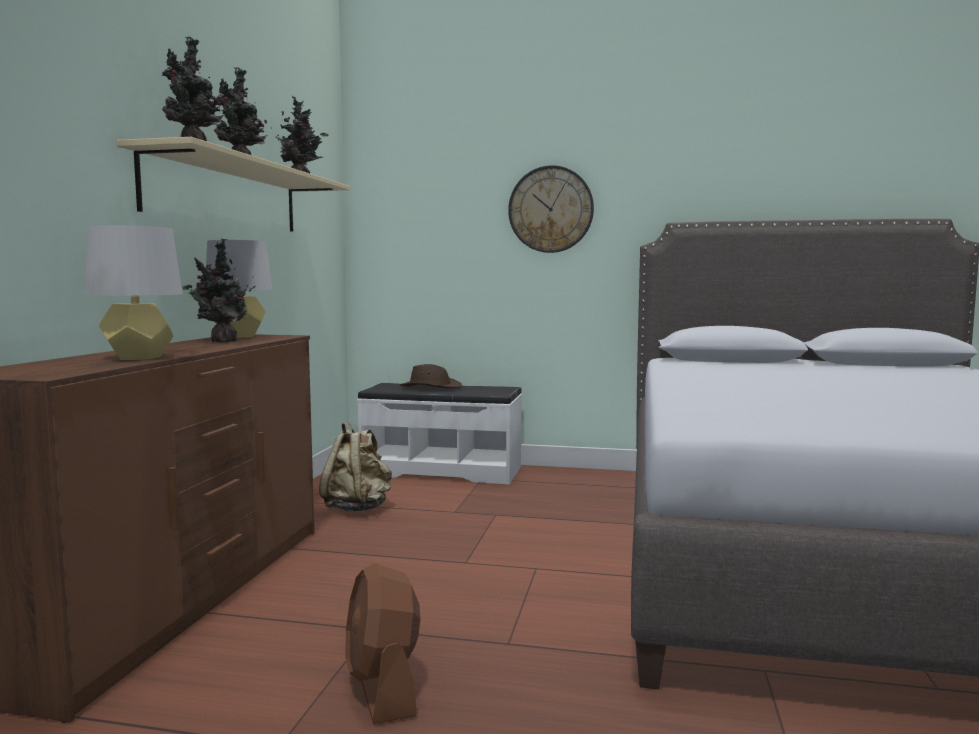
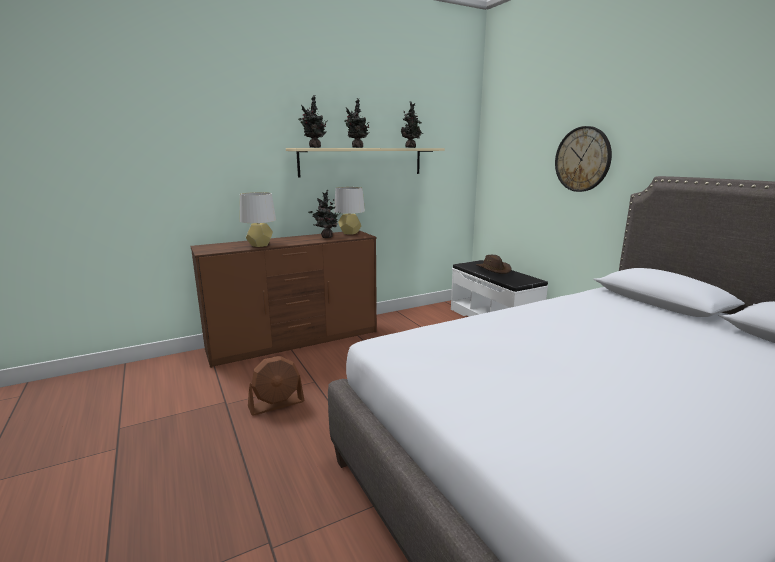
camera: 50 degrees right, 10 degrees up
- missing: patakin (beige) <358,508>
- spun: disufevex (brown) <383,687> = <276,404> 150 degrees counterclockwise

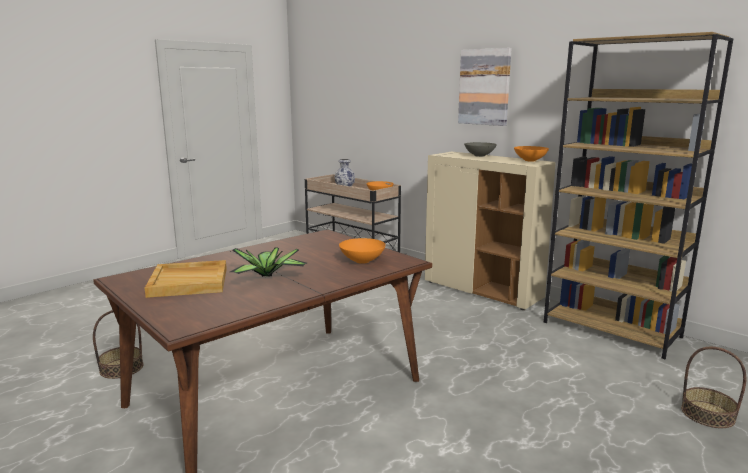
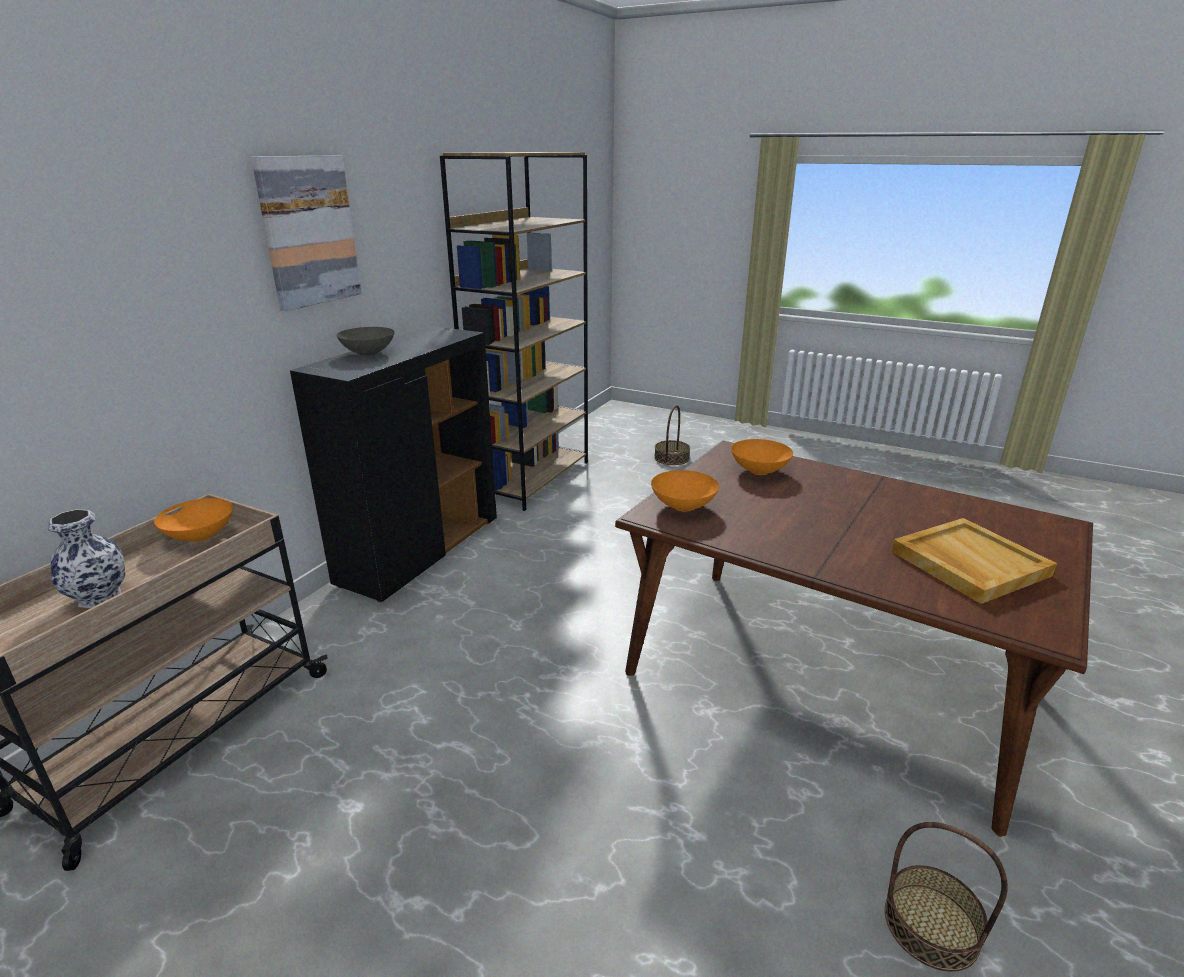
camera: 105 degrees left, 10 degrees up
- missing: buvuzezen <268,276>
- colour: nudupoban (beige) <483,290> to nudupoban (black) <420,551>
- relocated: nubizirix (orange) <530,160> to <682,506>

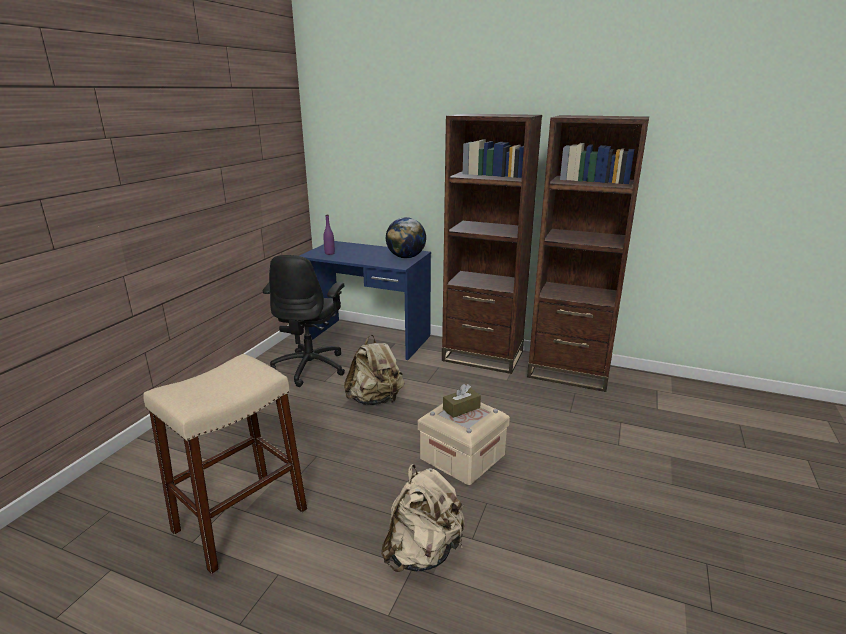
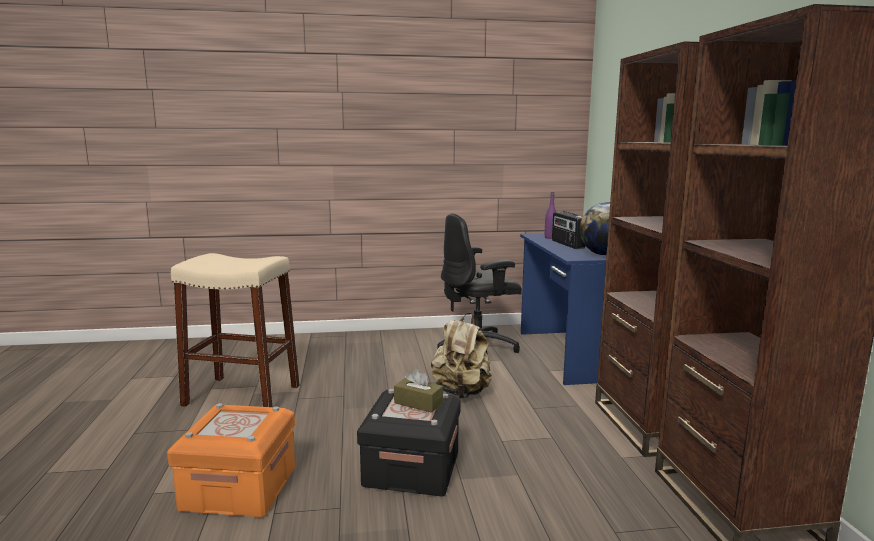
camera: 60 degrees right, 10 degrees down
- exchanged: patakin (beige) <423,552> to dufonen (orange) <239,488>
- colour: dufonen (beige) <462,457> to dufonen (black) <412,469>
- appeared: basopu <567,244>

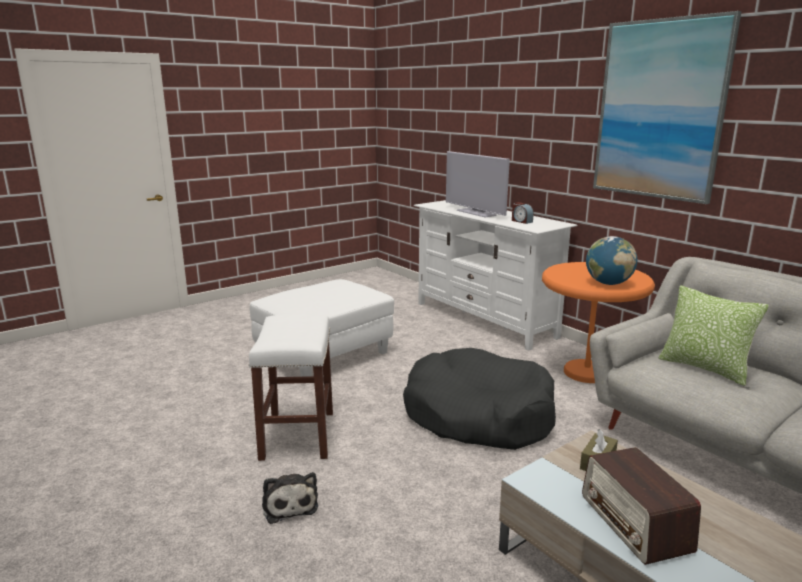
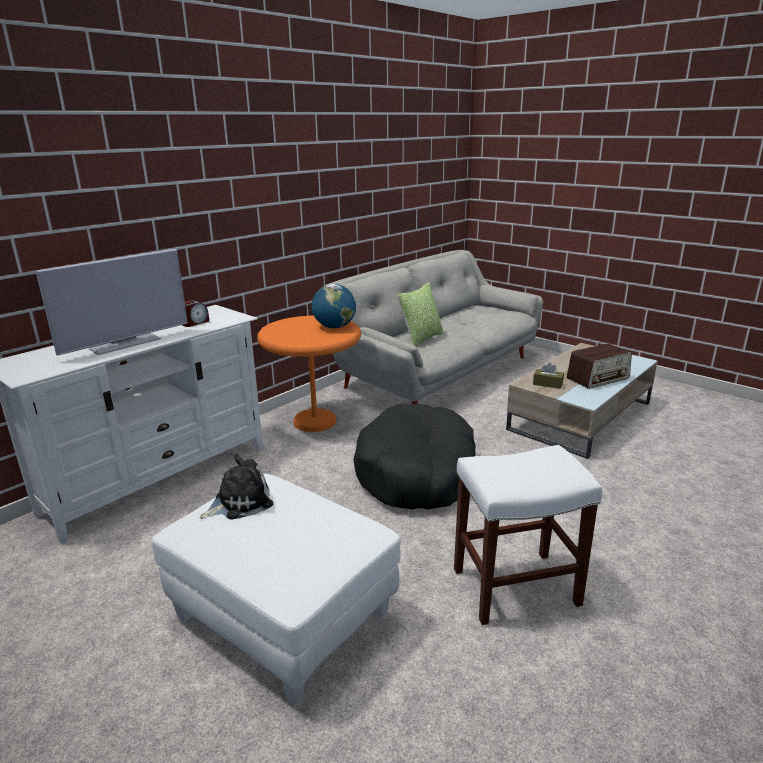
camera: 100 degrees left, 5 degrees up
- relocated: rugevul <289,504> to <240,502>
- missing: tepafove <659,110>

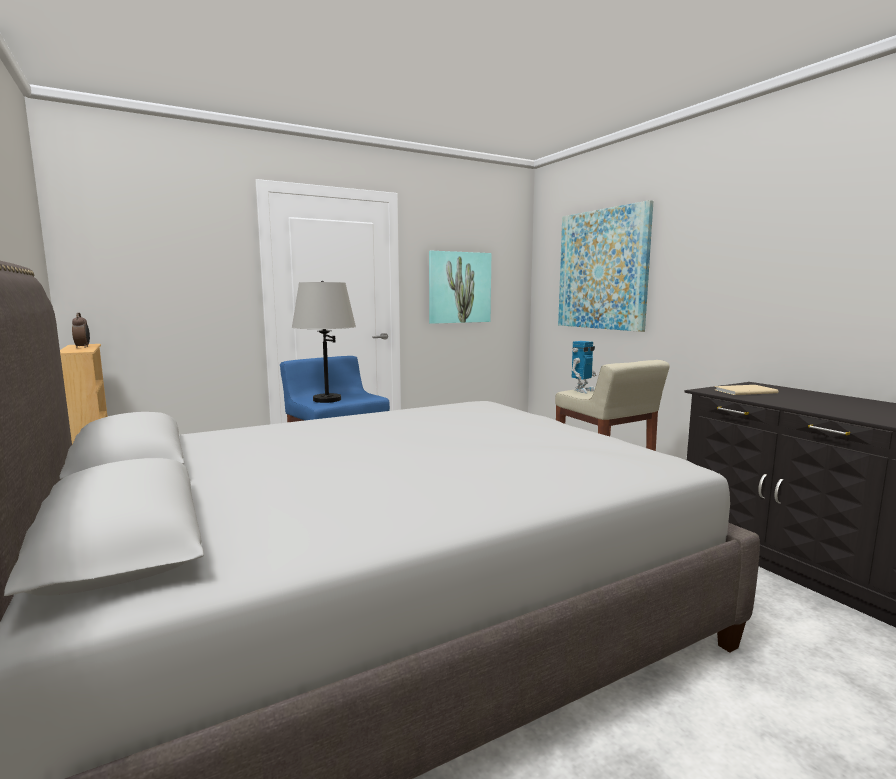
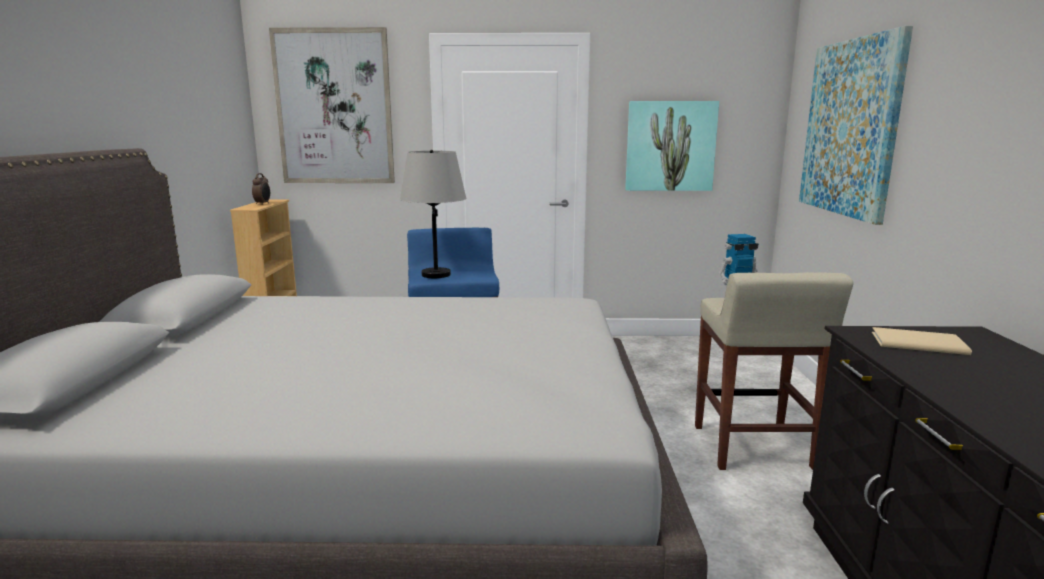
camera: 30 degrees right, 5 degrees up
- appeared: tepafove <334,107>

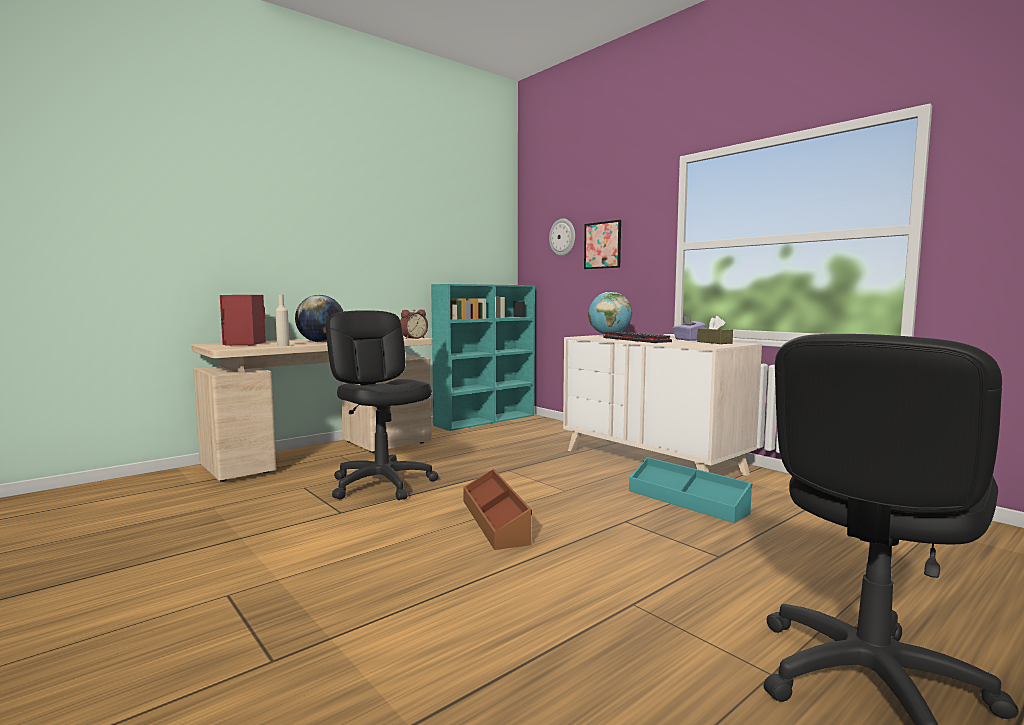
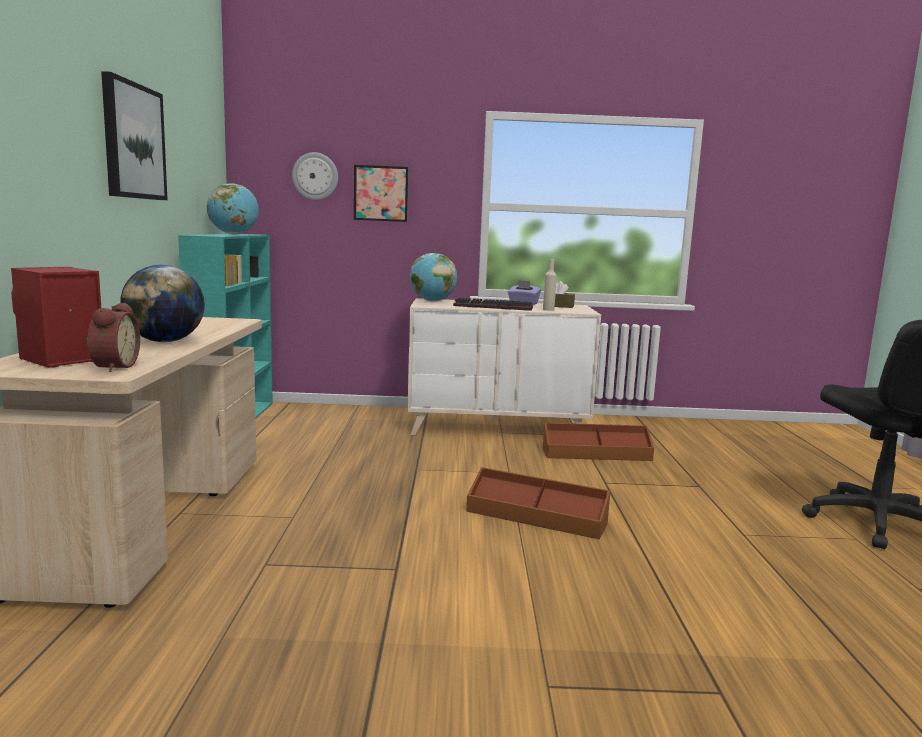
camera: 50 degrees left, 5 degrees up
- relocated: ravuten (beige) <283,345> to <548,310>
- missing: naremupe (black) <382,484>
- relocated: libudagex <413,338> to <112,367>
- colour: dufonen (turquoise) <687,501> to dufonen (brown) <596,454>
- appeared: tepafove <133,141>
- appeared: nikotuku <234,234>

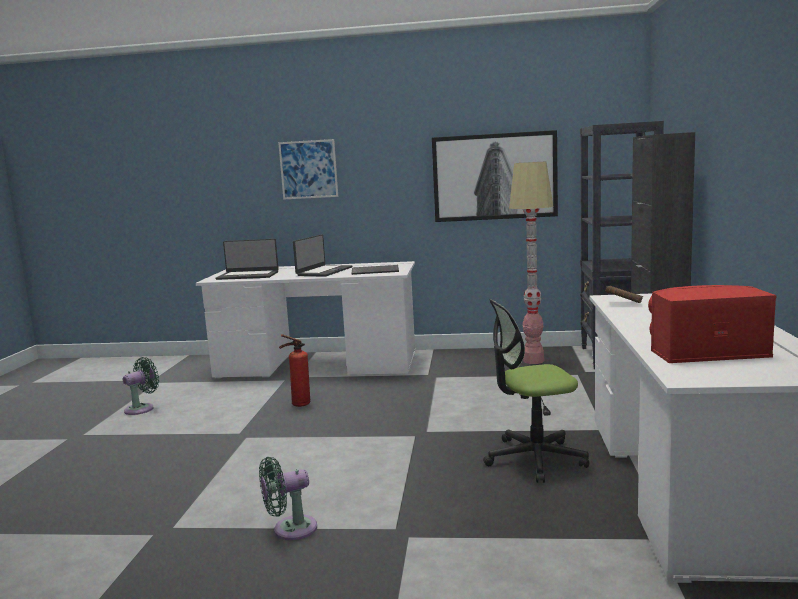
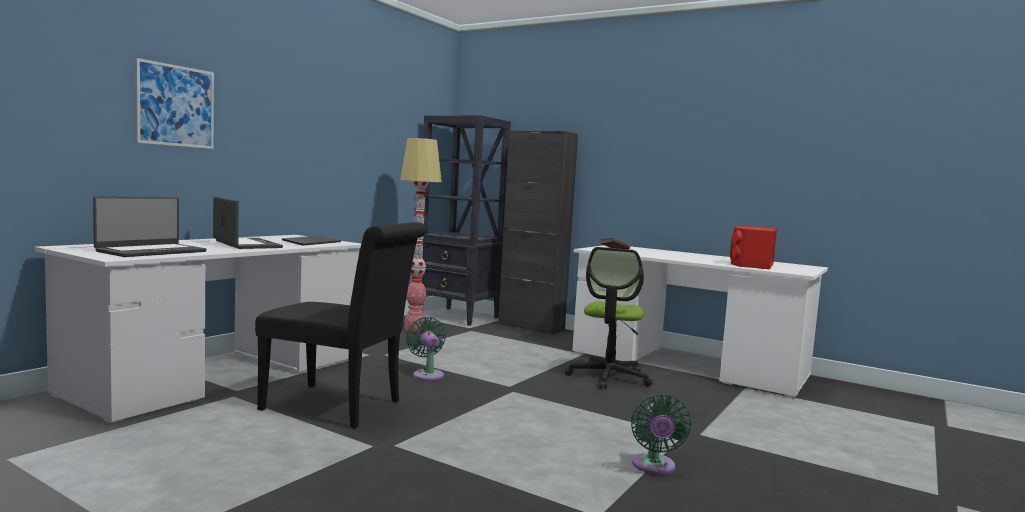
camera: 65 degrees left, 5 degrees down
- relocated: disufevex (green) <142,408> to <427,374>
- exchanged: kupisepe <298,405> to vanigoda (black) <339,407>
- missing: tepafove <494,176>

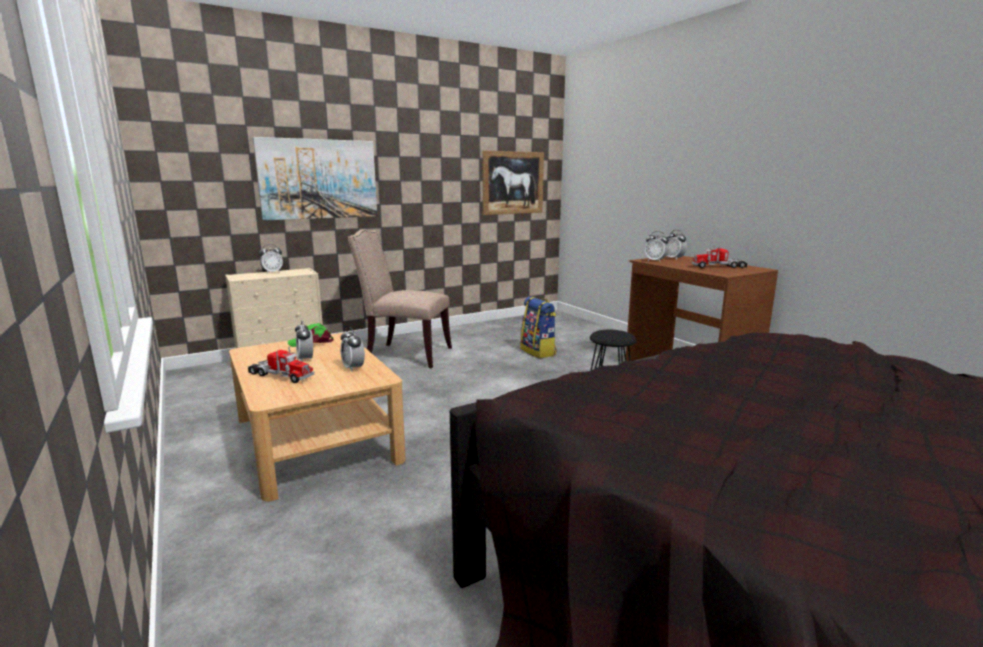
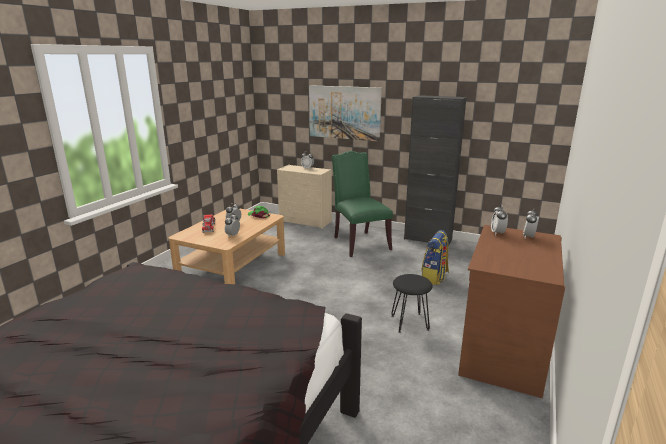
camera: 55 degrees right, 5 degrees up
- colour: vanigoda (beige) <405,354> to vanigoda (green) <359,242>
- missing: tepafove <513,183>
- missing: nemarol <719,267>
- appeared: nudupoban (black) <428,239>

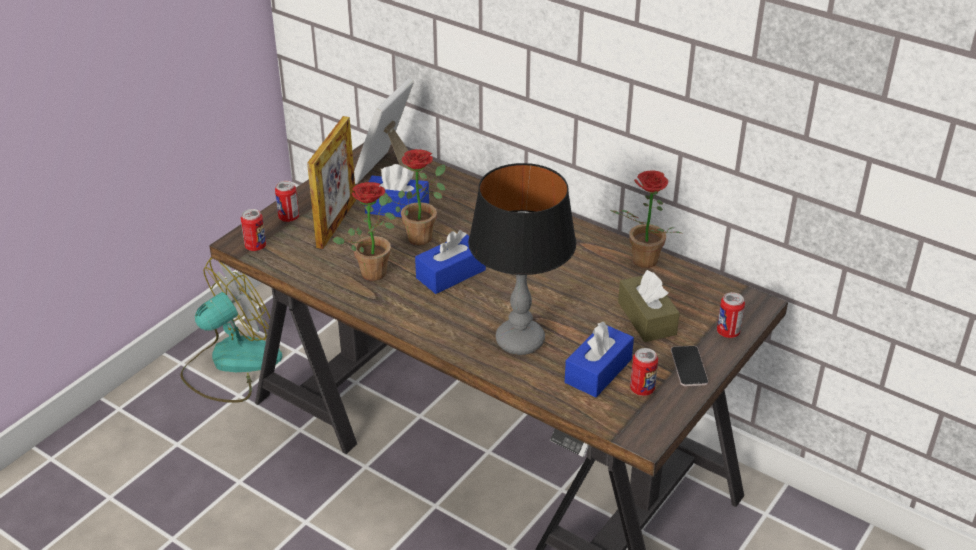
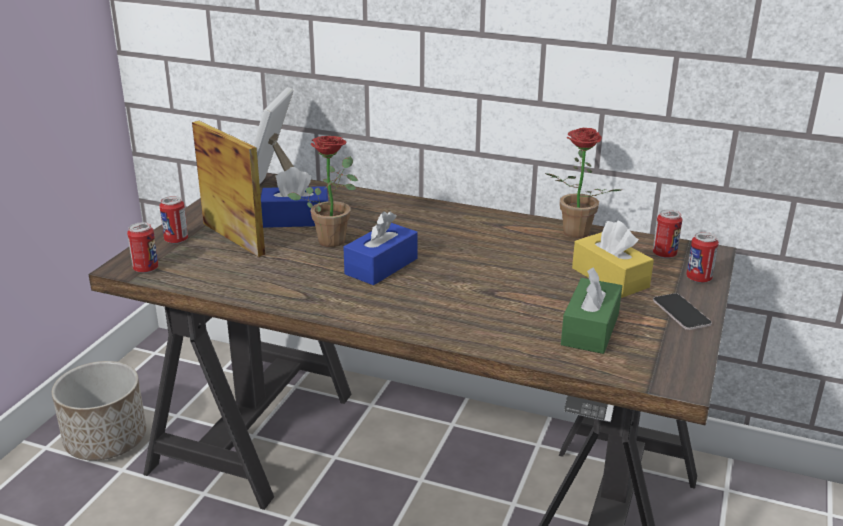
camera: 15 degrees left, 10 degrees down
- exchanged: disufevex <231,363> to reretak <105,439>
- spun: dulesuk <336,223> = <233,238> 45 degrees counterclockwise
- missing: buvuzezen <374,269>
- missing: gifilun <519,341>
- colour: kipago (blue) <598,371> to kipago (green) <590,329>
- colour: kipago (brown) <646,318> to kipago (yellow) <610,278>
- relocated: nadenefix <642,389> to <664,254>

